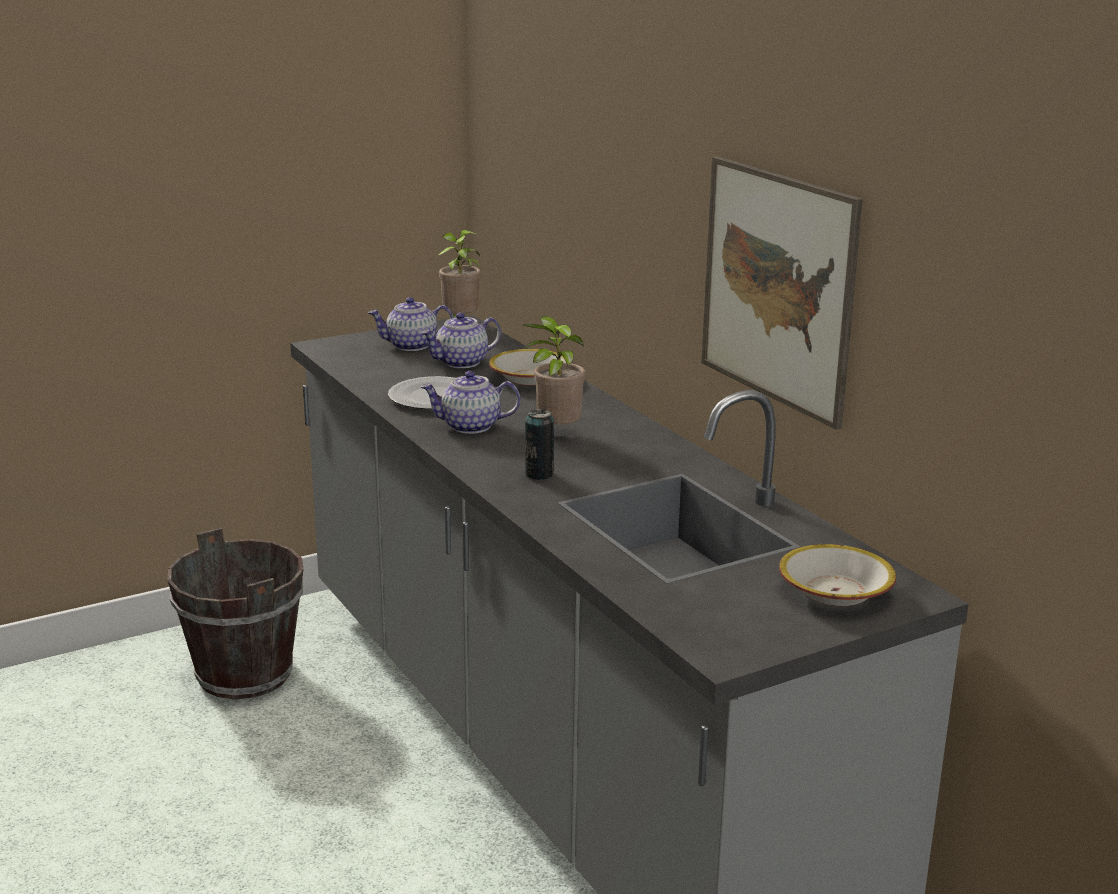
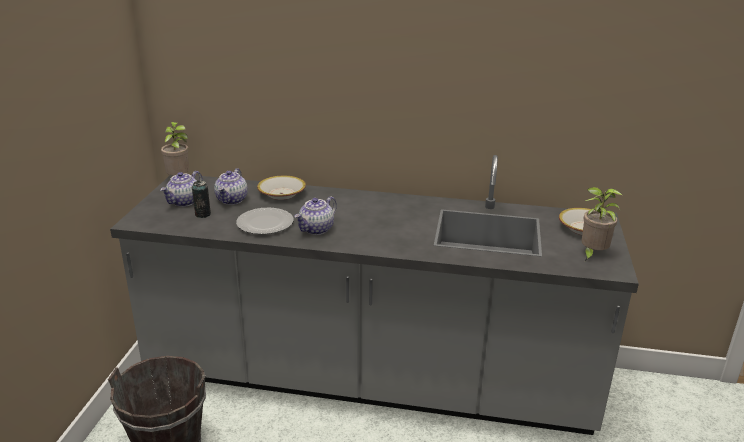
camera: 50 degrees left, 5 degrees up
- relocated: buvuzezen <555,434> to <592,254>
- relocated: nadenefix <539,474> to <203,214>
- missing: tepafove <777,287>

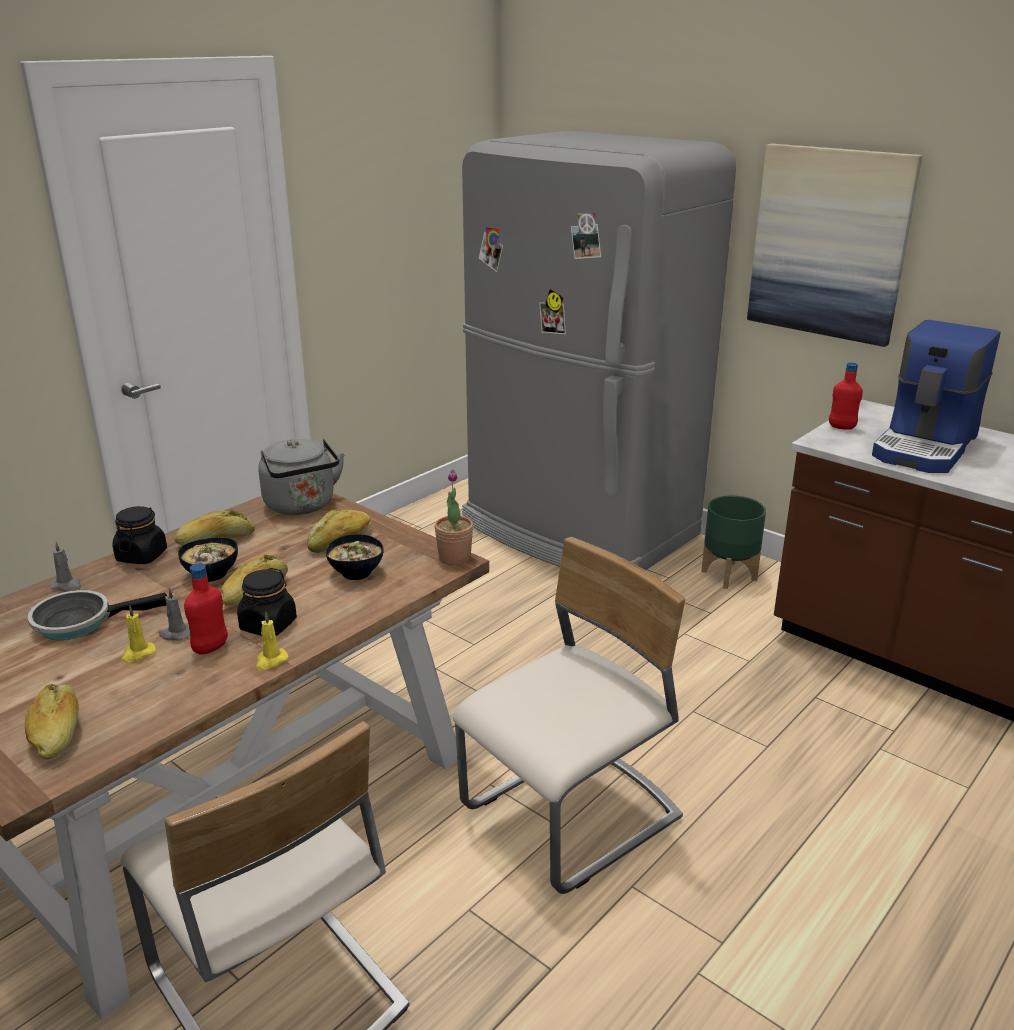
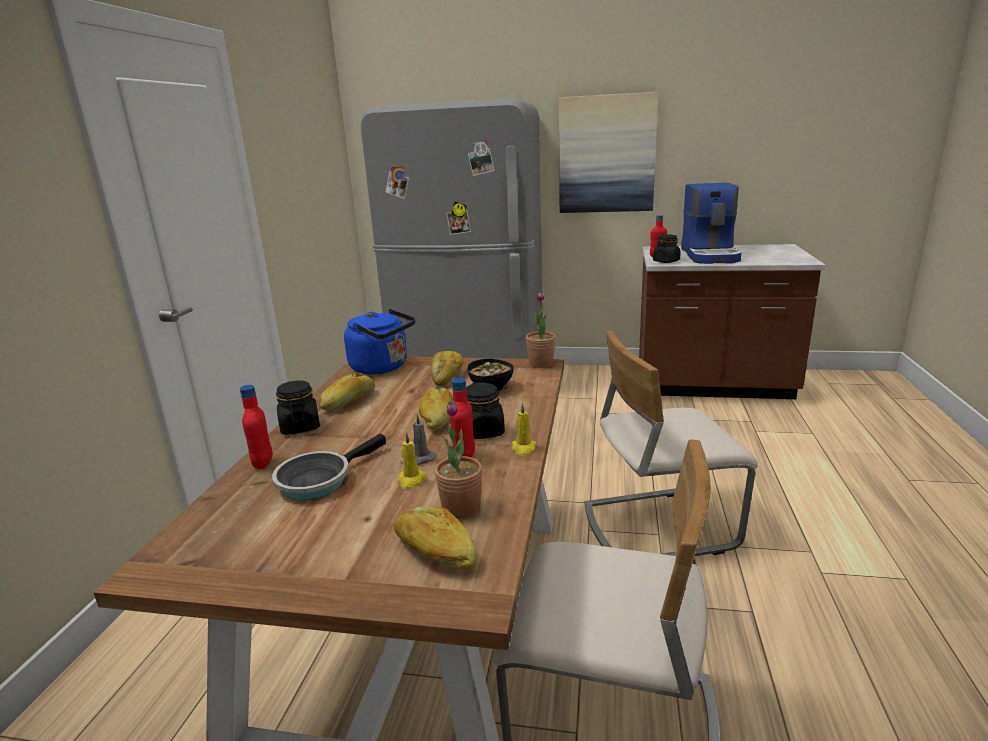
camera: 30 degrees left, 5 degrees down
- exchanged: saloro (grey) <67,586> to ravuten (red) <263,463>
- missing: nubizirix <212,575>
- colour: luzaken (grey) <302,506> to luzaken (blue) <382,367>
- spun: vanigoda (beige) <572,817> = <657,526> 120 degrees counterclockwise
- missing: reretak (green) <729,575>
- appeared: buvuzezen <461,508>
- appeared: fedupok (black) <666,261>

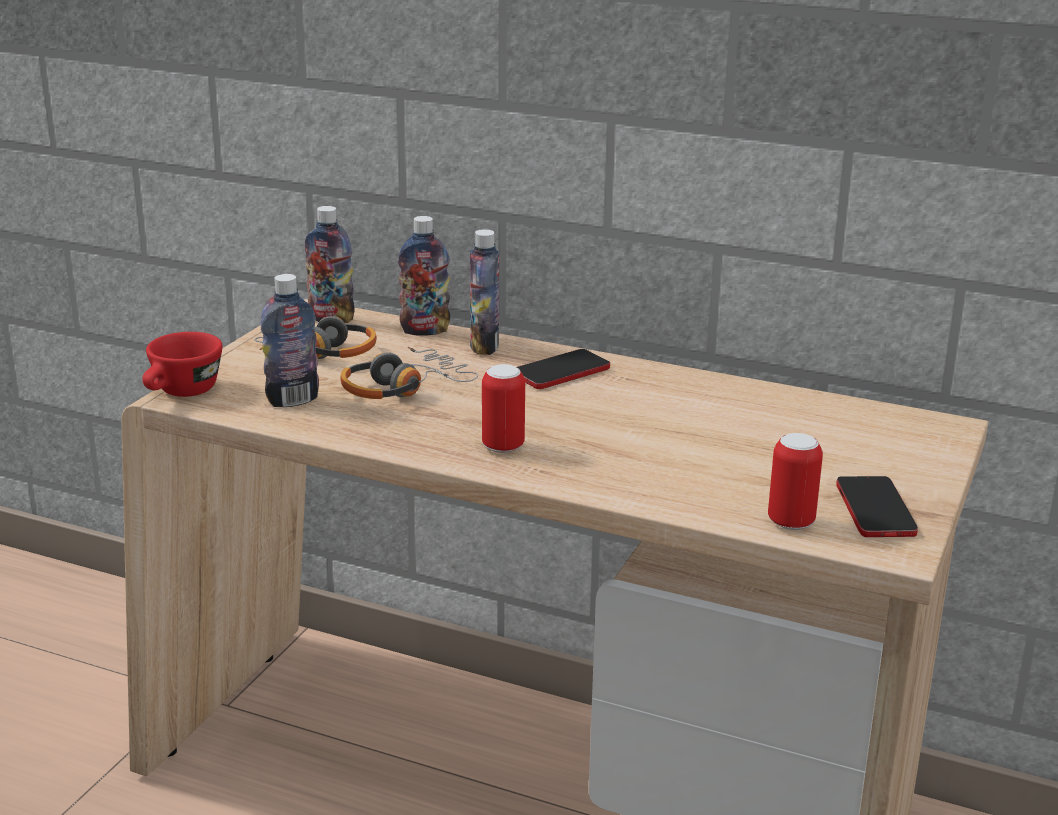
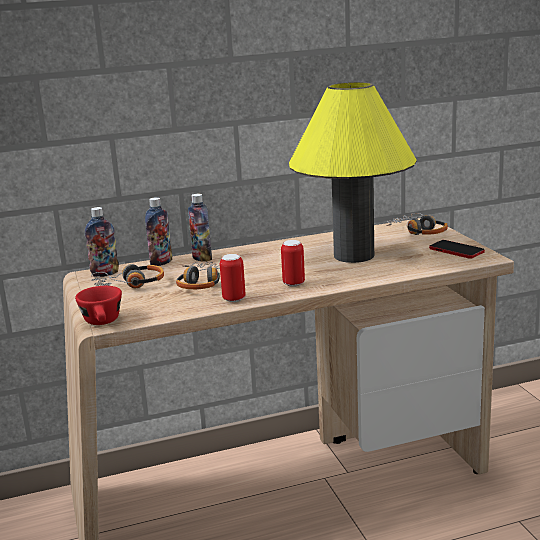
camera: 40 degrees left, 5 degrees down
- missing: ravuten <293,400>
- missing: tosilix <561,371>
- relocated: nadenefix <791,522> to <234,299>
- appeared: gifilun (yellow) <354,255>
- appeared: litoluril <418,231>

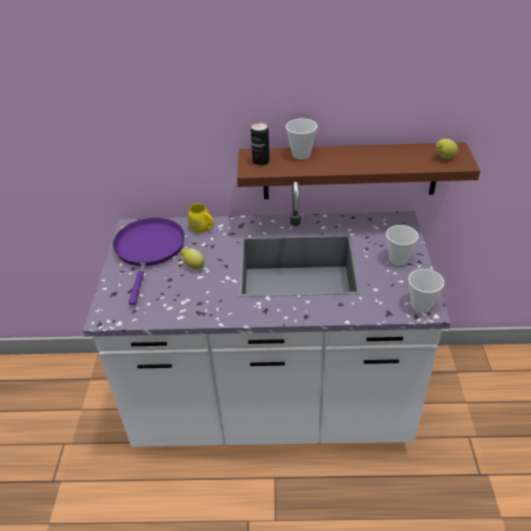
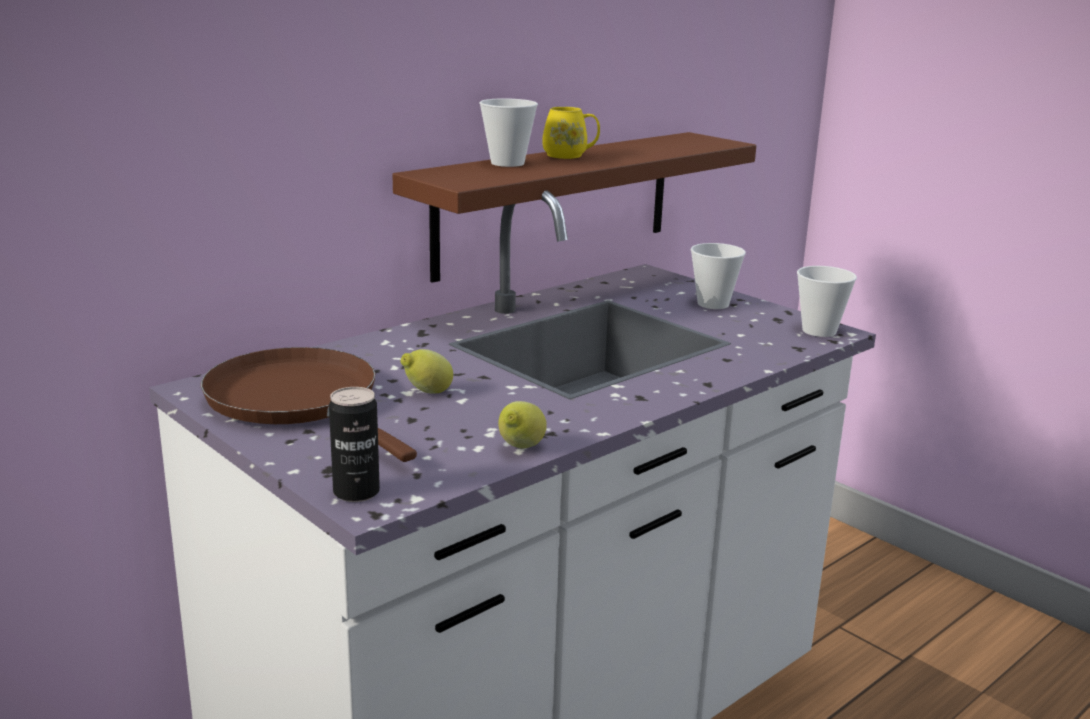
camera: 45 degrees left, 20 degrees down
- colour: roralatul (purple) <149,250> to roralatul (brown) <299,401>
- relocated: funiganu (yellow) <202,228> to <570,155>
- relocated: nadenefix <261,162> to <356,492>
- relocated: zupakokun <444,158> to <520,449>

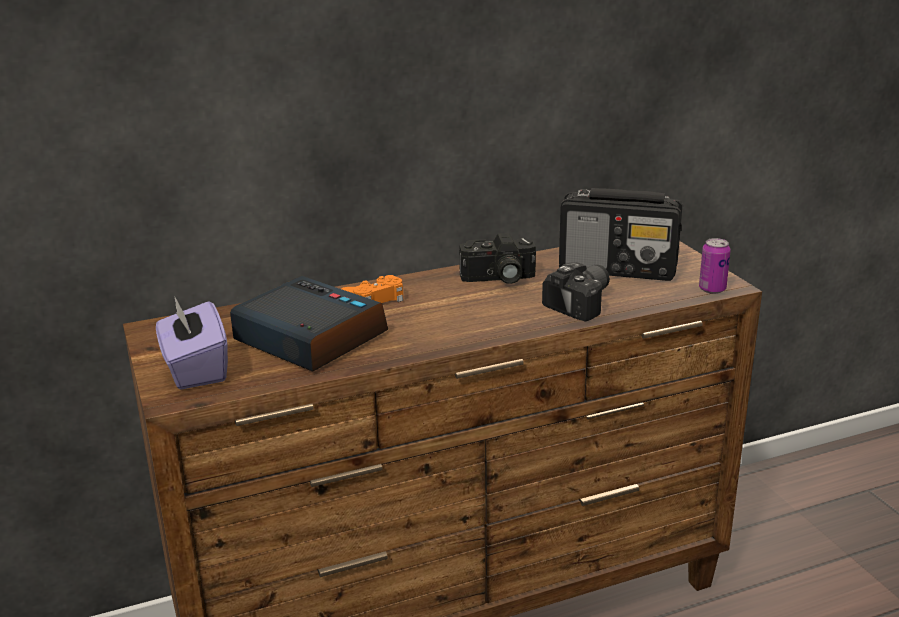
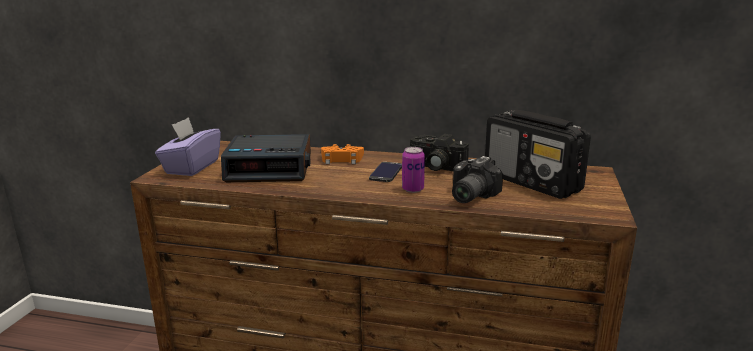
camera: 35 degrees right, 5 degrees down
- spun: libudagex <308,338> = <270,168> 105 degrees clockwise
- spun: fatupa <584,303> = <468,196> 135 degrees clockwise
- relocated: nadenefix <712,289> to <413,189>
- appeared: tosilix <386,172>

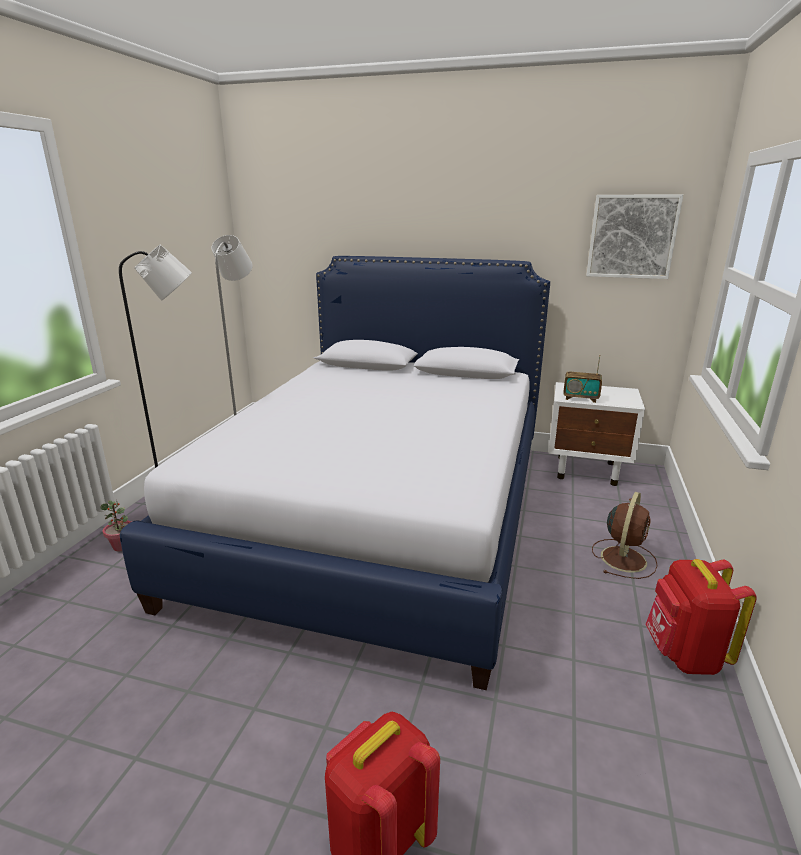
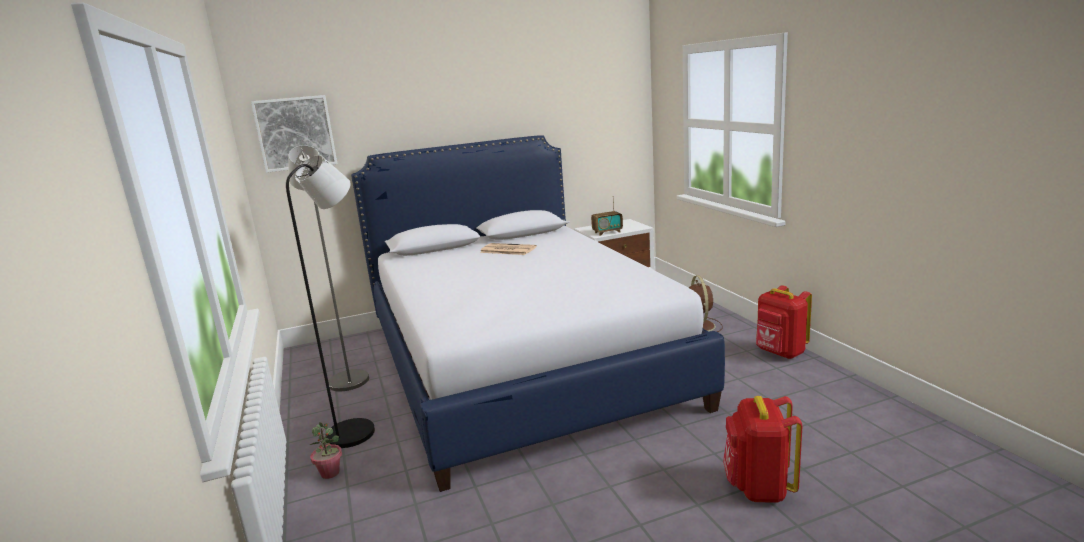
camera: 35 degrees left, 5 degrees down
- relocated: tepafove <632,236> to <295,133>
- appeared: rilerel <507,250>

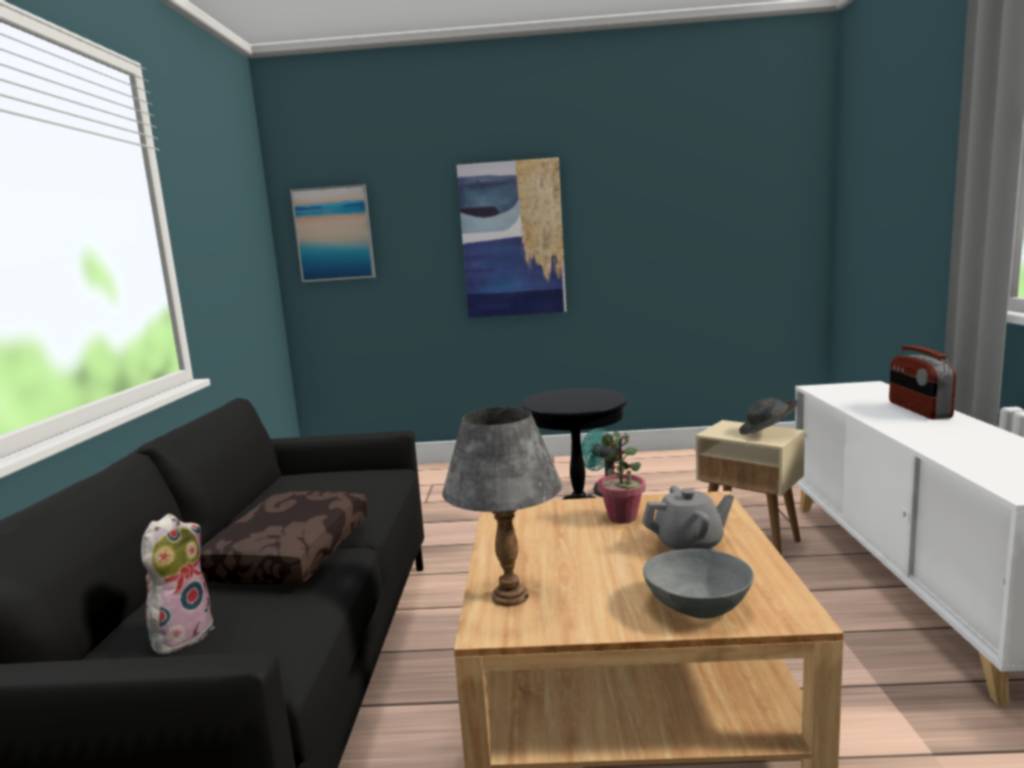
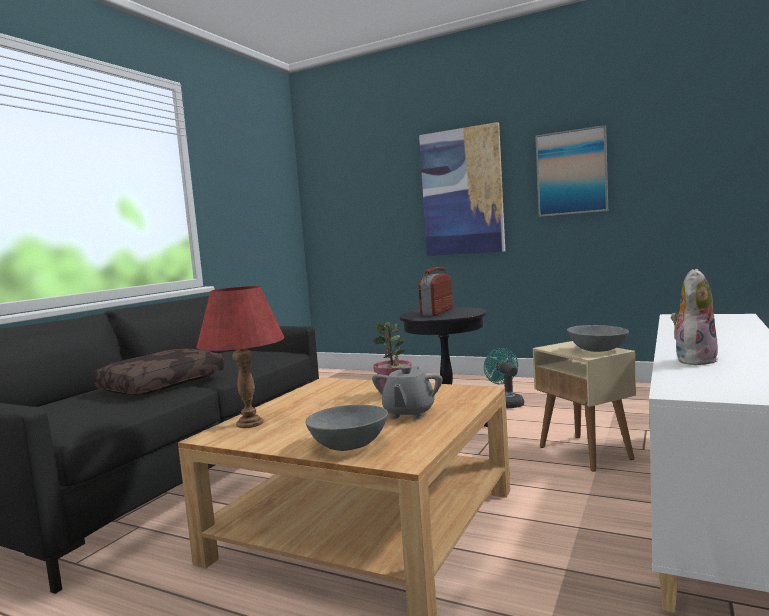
camera: 25 degrees right, 5 degrees down
- relocated: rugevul <182,634> to <694,360>
- relocated: tepafove <334,234> to <571,172>
- colour: gifilun (grey) <511,596> to gifilun (red) <250,423>
- spun: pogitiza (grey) <689,545> = <408,413> 90 degrees clockwise
- exchanged: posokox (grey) <768,432> to nubizirix (grey) <596,350>
- relocated: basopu <918,410> to <436,312>

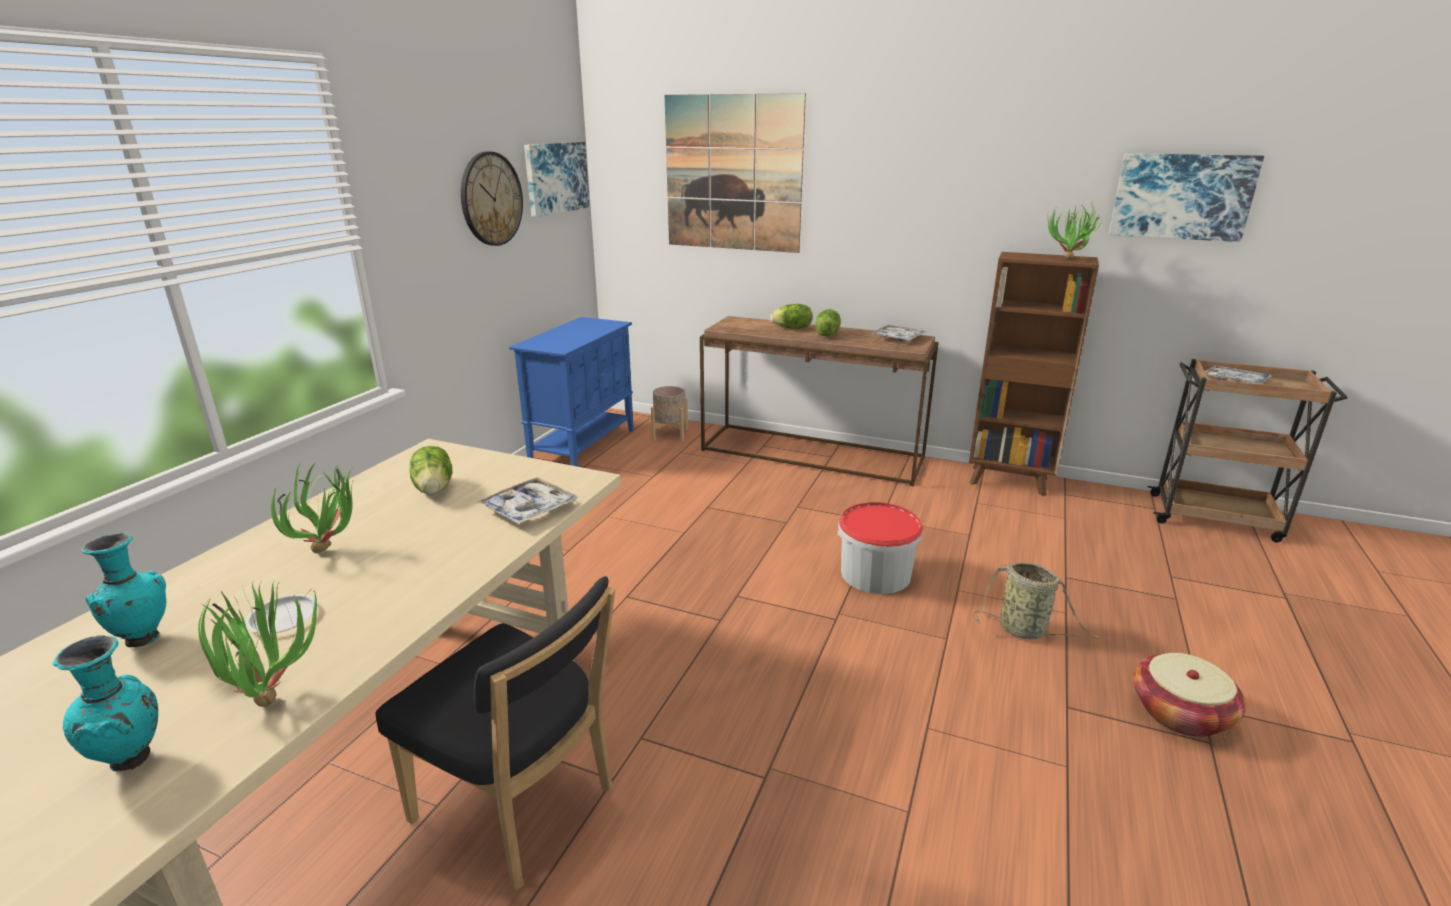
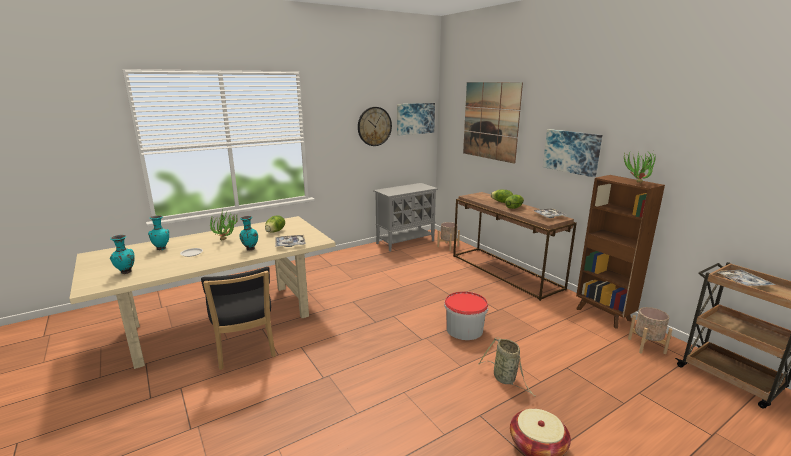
camera: 35 degrees right, 5 degrees down
- missing: buvuzezen <273,693>
- colour: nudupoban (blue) <583,446> to nudupoban (grey) <405,242>
- relocated: tepafove <1181,196> to <571,152>
- appeared: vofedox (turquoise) <250,249>
- appeared: reretak (beige) <646,346>

